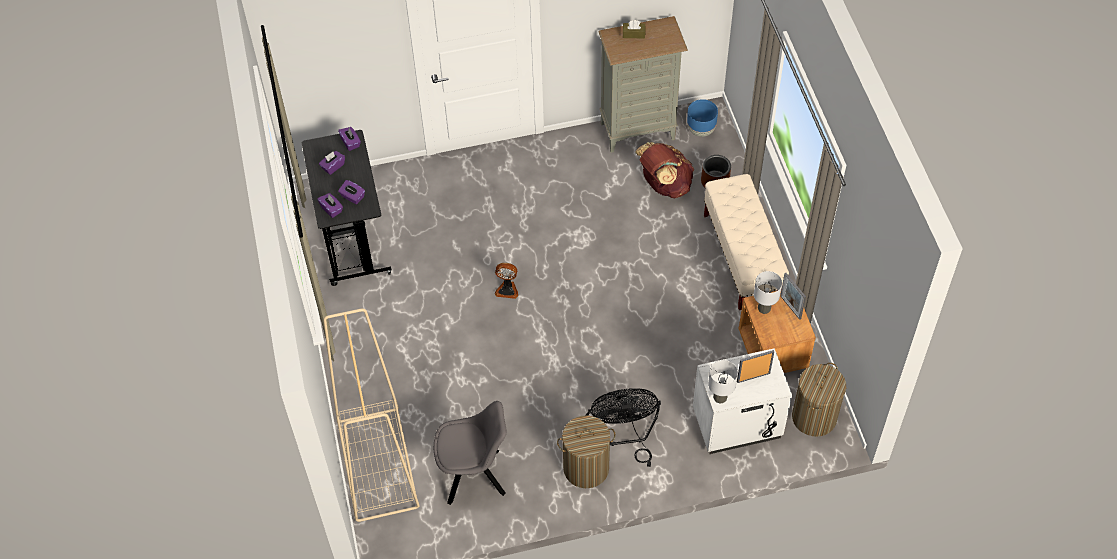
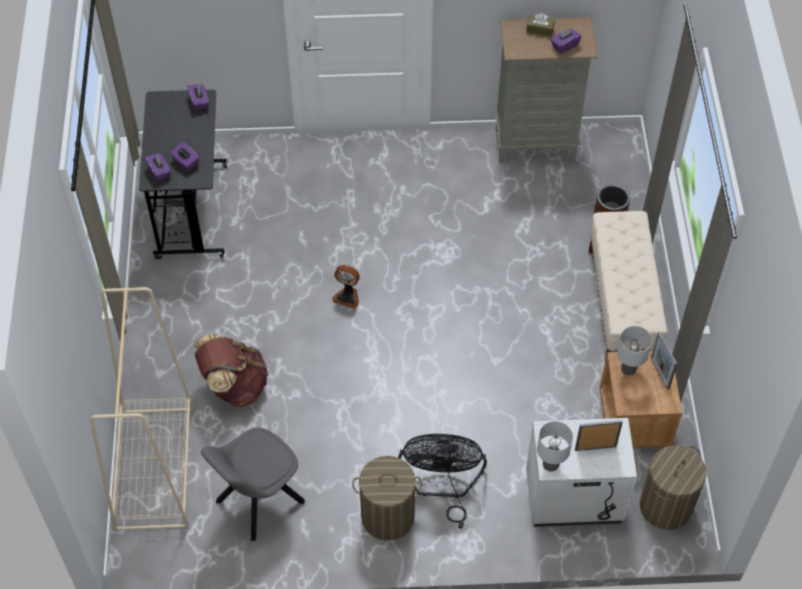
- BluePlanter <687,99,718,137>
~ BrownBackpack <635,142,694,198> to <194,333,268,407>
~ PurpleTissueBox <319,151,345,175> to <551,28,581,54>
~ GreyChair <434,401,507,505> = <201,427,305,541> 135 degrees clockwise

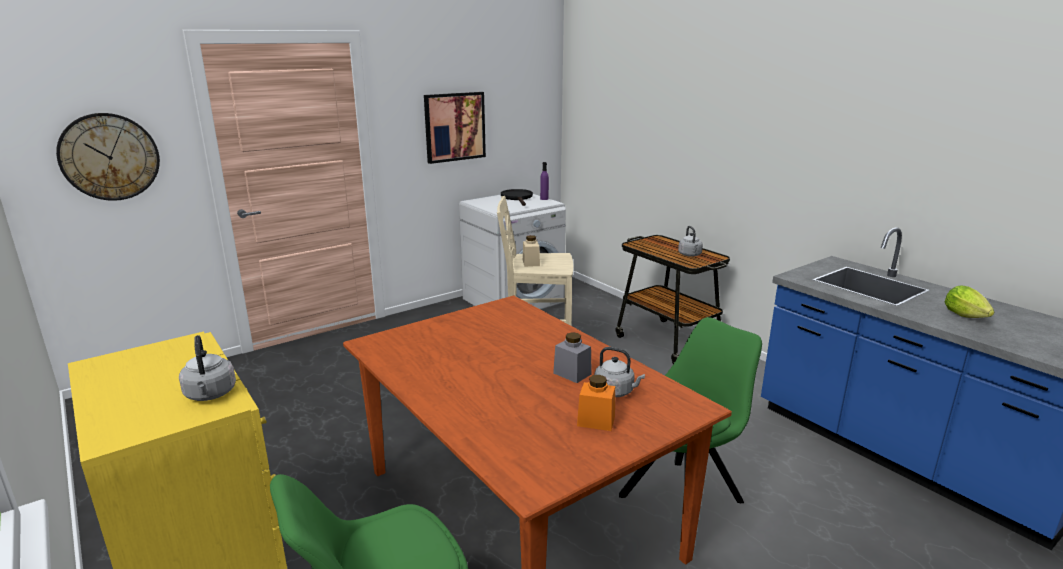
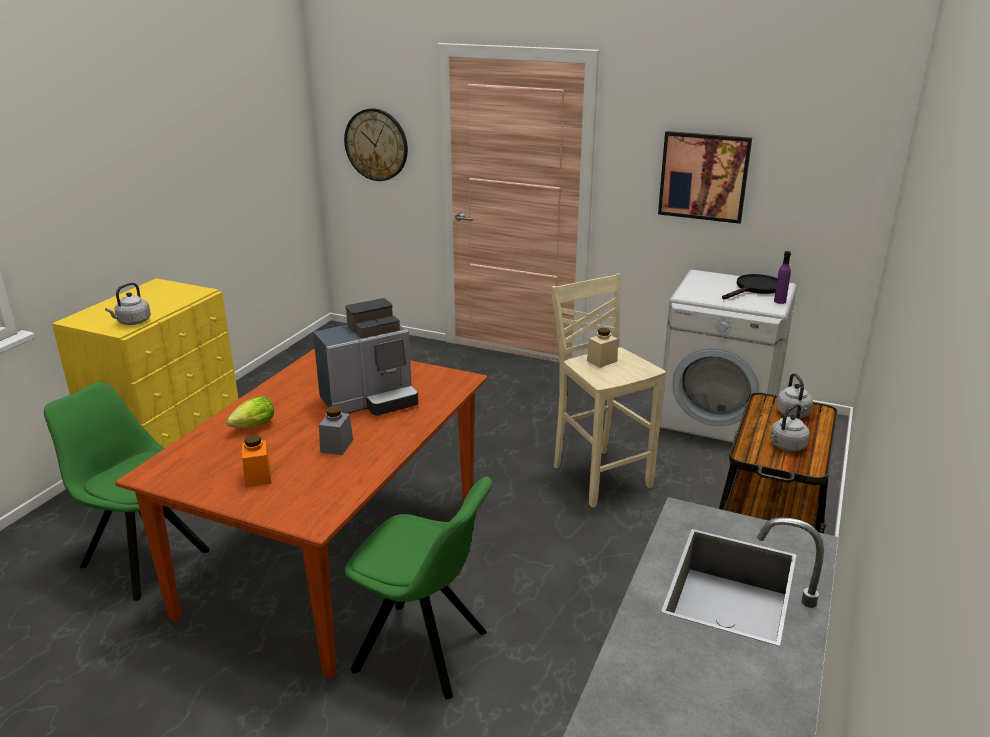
~ Lettuce <945,285,995,318> to <226,396,274,428>
~ GreyKettle <594,347,645,397> to <776,373,813,418>
+ CoffeeMachine <313,298,419,416>

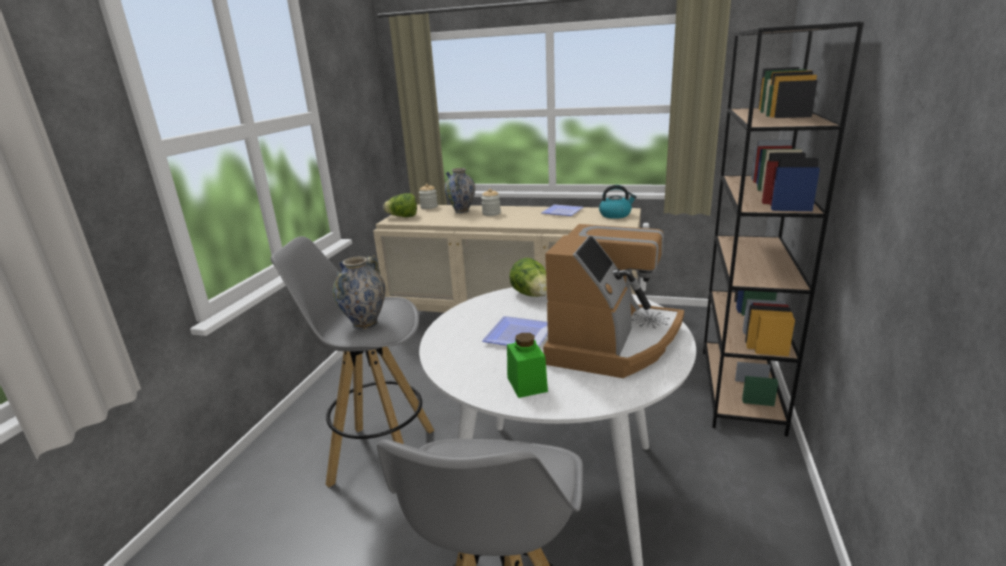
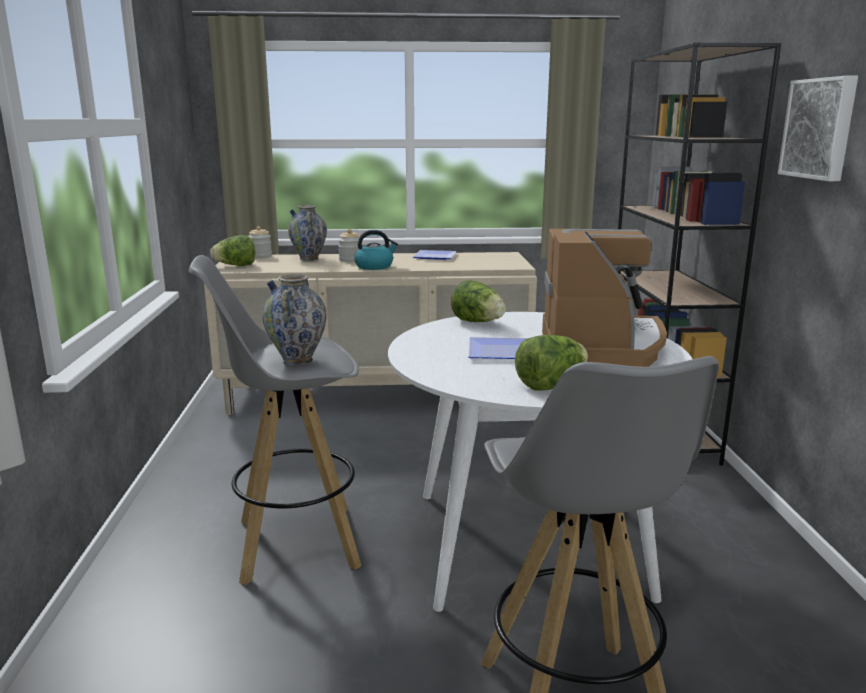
~ Kettle <599,185,637,219> to <354,230,398,270>
~ GreenJar <507,333,548,398> to Lettuce <515,335,588,391>
+ Picture <778,76,858,181>

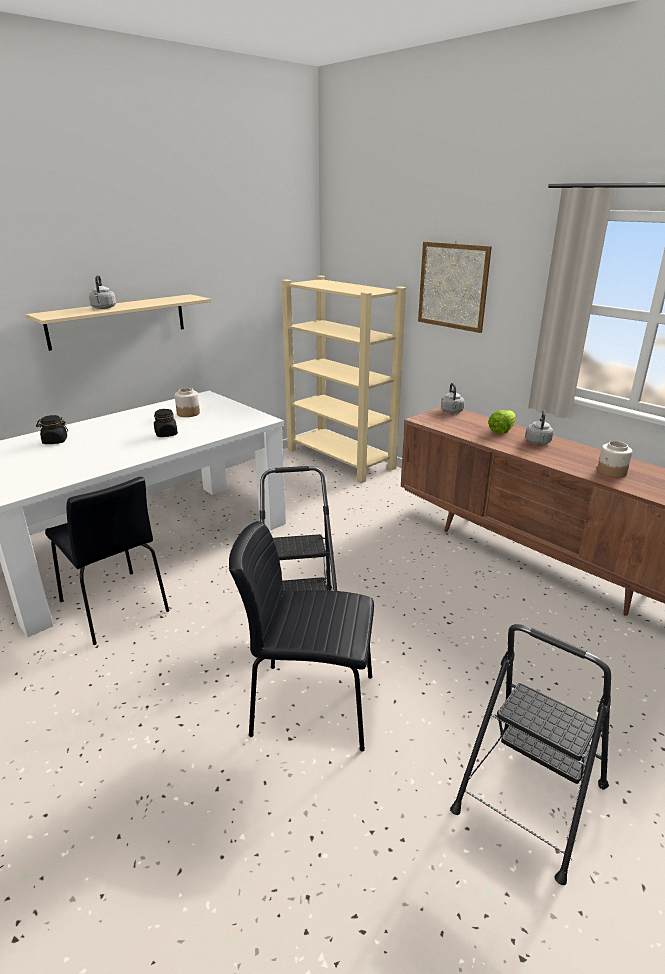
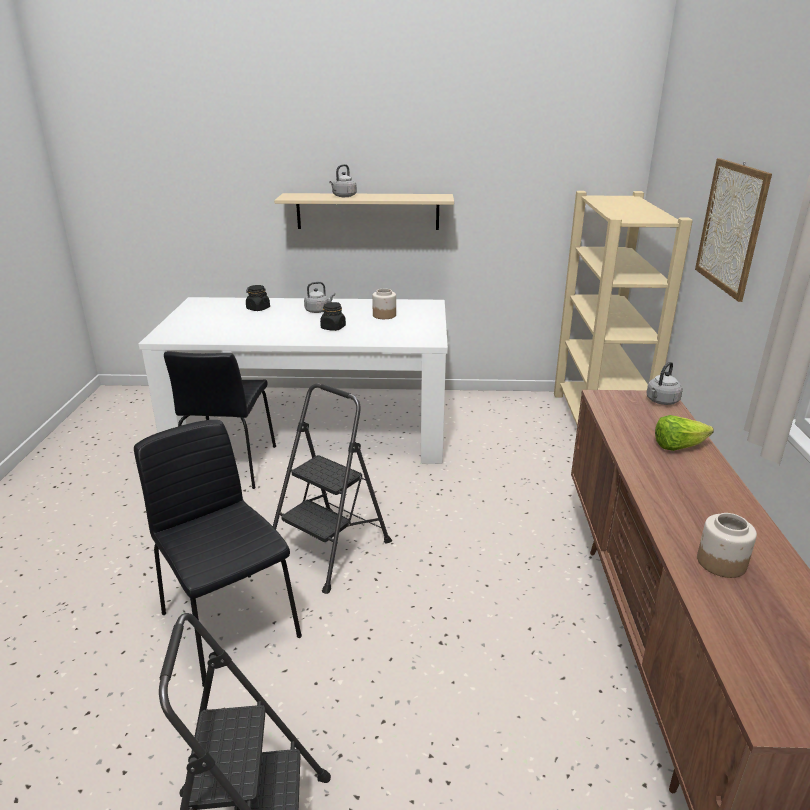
~ GreyKettle <525,410,554,445> to <304,282,335,313>

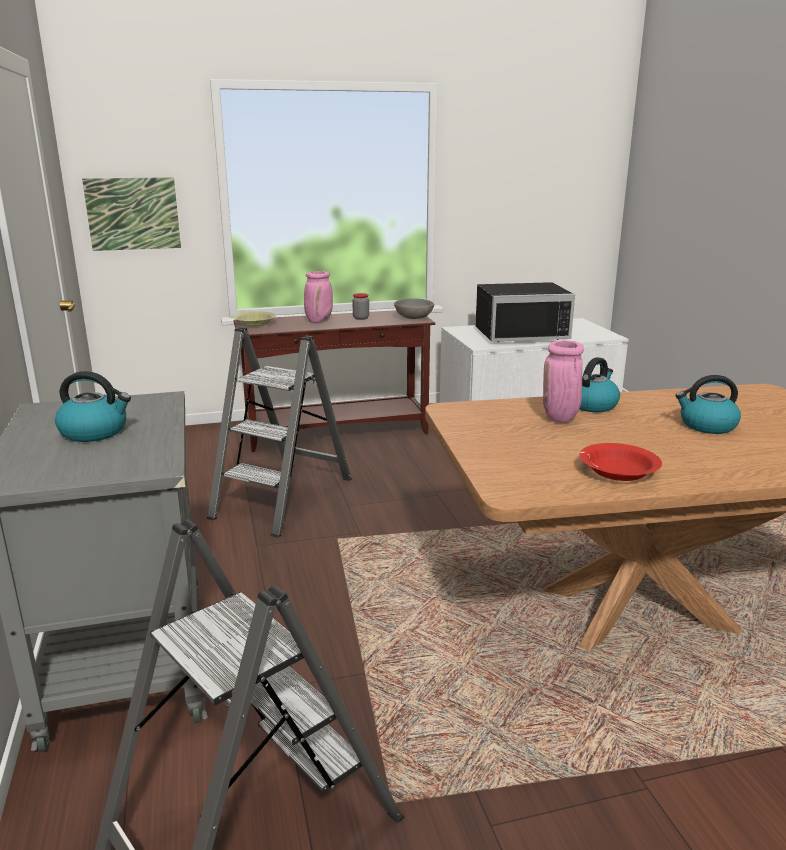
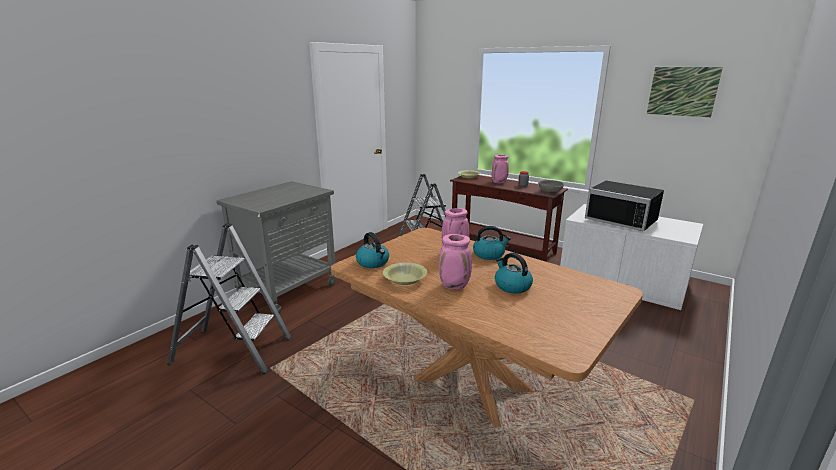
~ Picture <82,177,181,251> to <647,67,723,117>
~ Kettle <55,371,131,442> to <356,232,389,268>
~ RedBowl <579,443,662,481> to YellowBowl <383,263,427,285>
+ PinkVase <439,234,472,289>

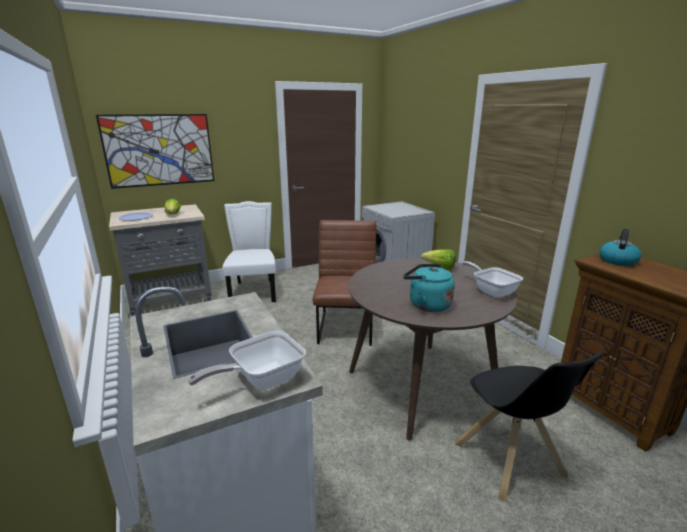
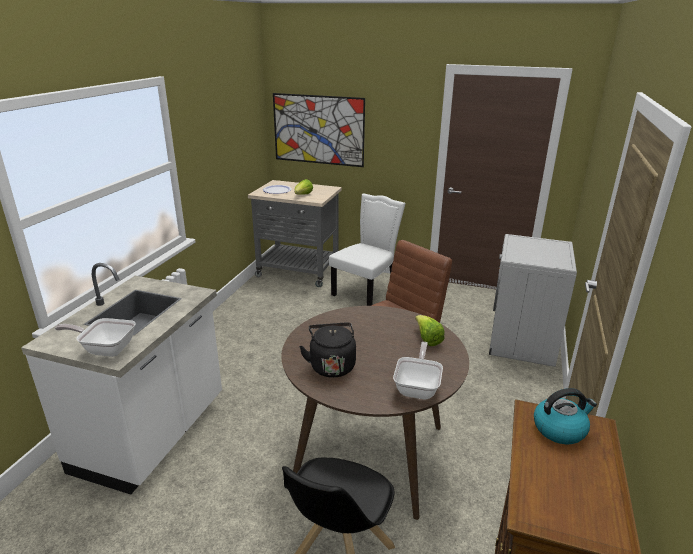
~ TurquoiseKettle <403,264,455,312> to BlackKettle <299,322,356,378>

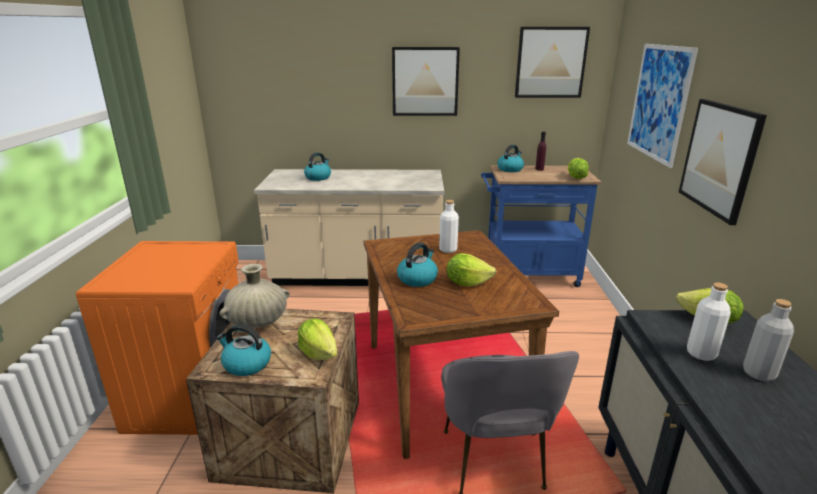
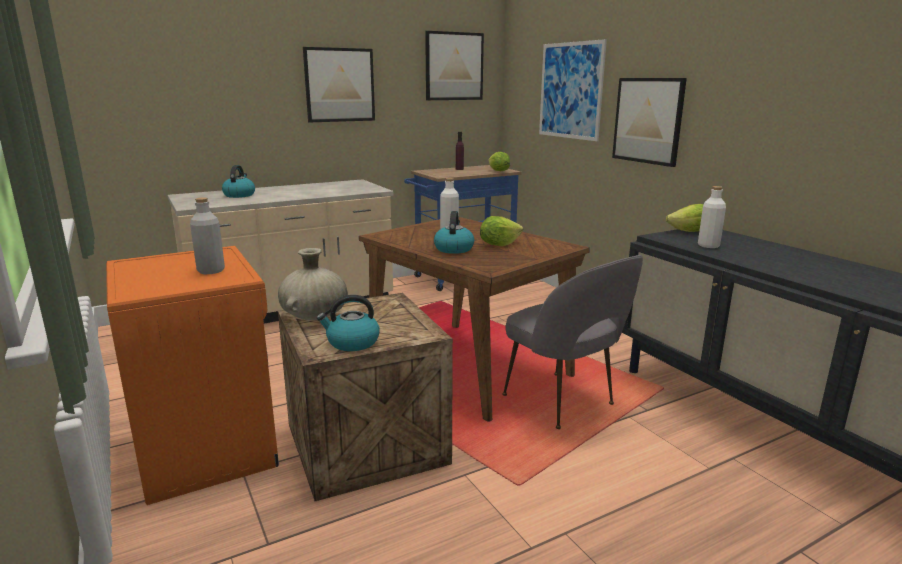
- Kettle <497,144,524,172>
~ GreyBottle <743,299,794,381> to <190,197,225,274>
- Lettuce <298,318,337,360>

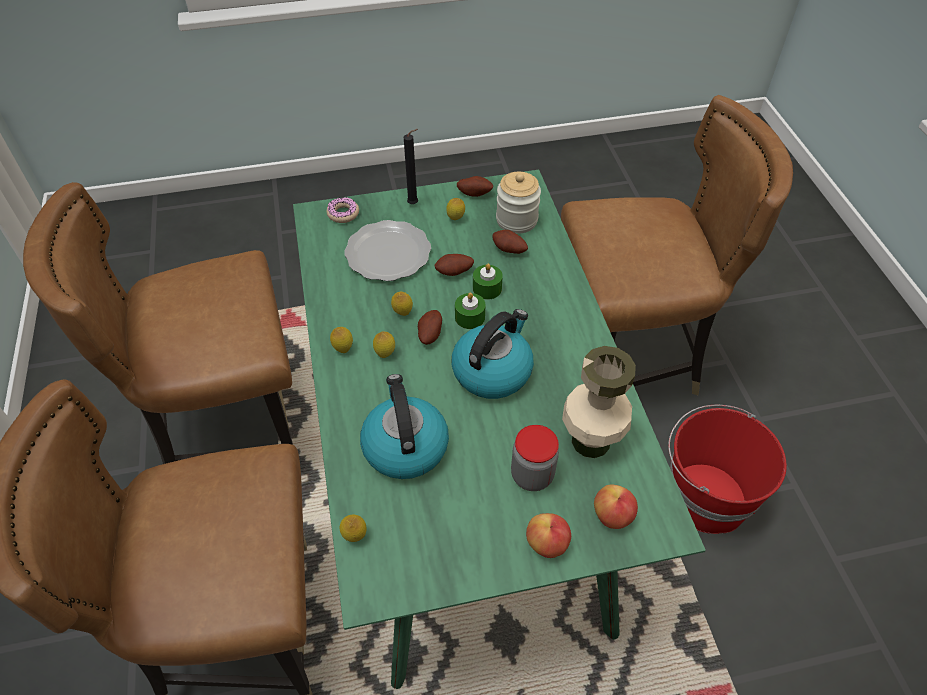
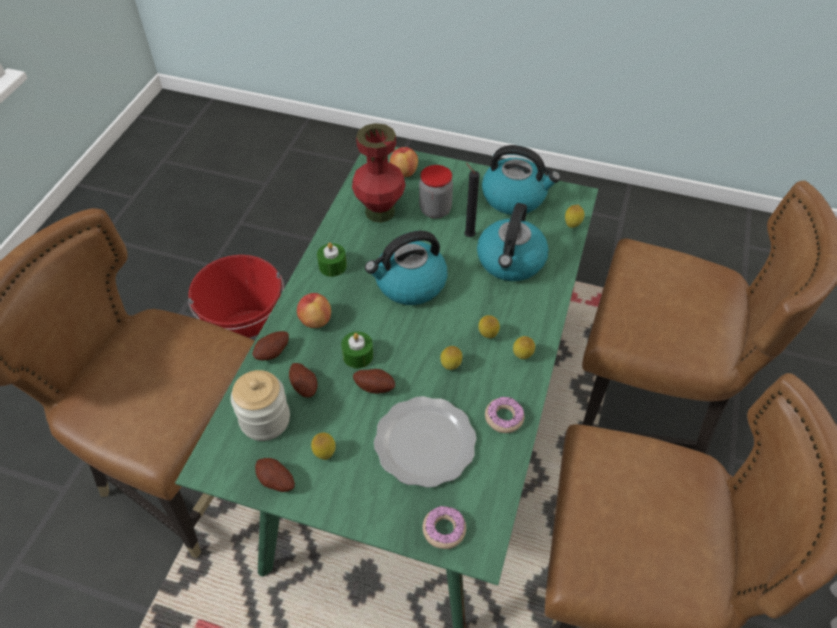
~ BlackCandle <404,129,418,204> to <464,163,479,237>
~ GreenCandle <455,293,486,329> to <317,242,347,277>
~ Potato <418,310,442,345> to <253,331,289,360>
~ BeigeVase <562,346,636,458> to RedVase <352,123,406,223>
~ Apple <526,513,571,558> to <297,293,331,328>
+ Kettle <482,145,561,215>
+ Donut <485,396,525,433>

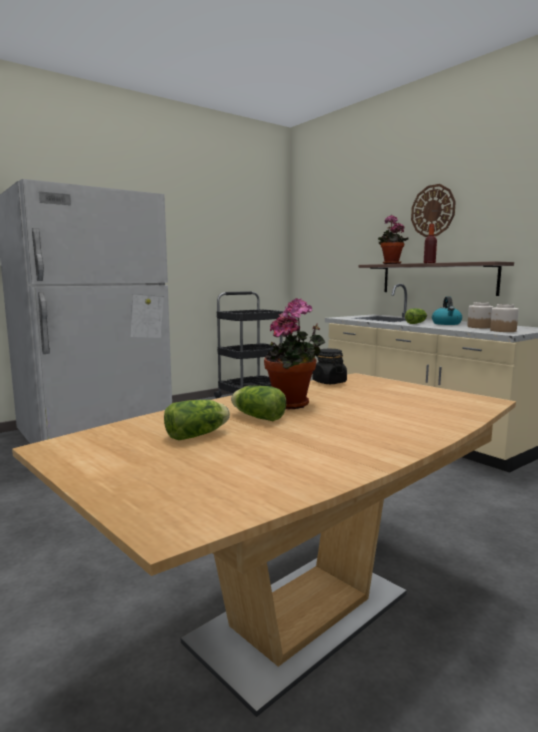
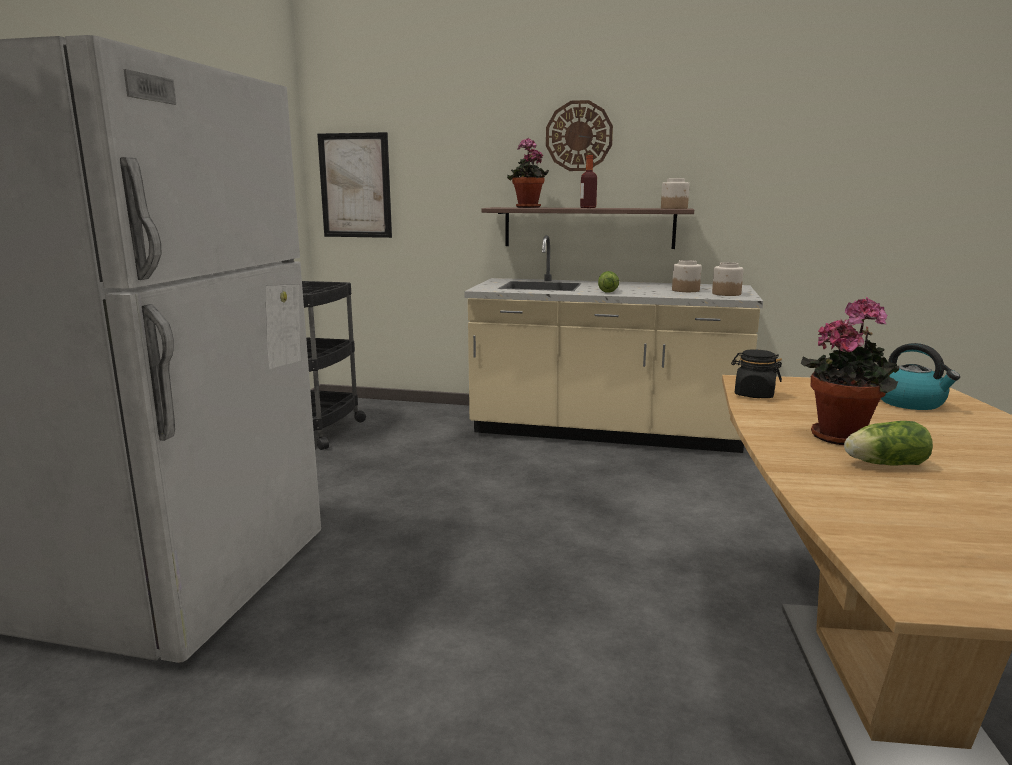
~ Kettle <432,296,462,325> to <881,343,960,410>
- Lettuce <164,400,230,441>
+ Picture <317,132,392,238>
+ Jar <661,178,689,209>

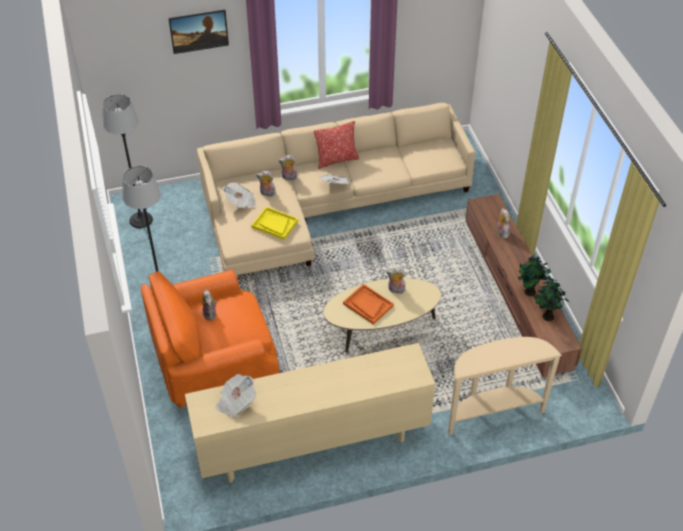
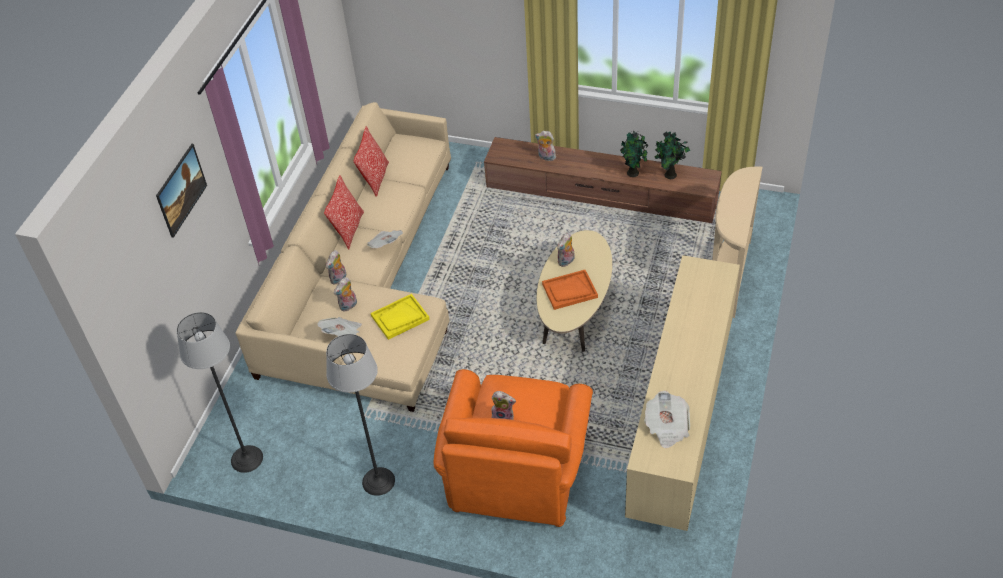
+ Pillow <354,126,389,196>

